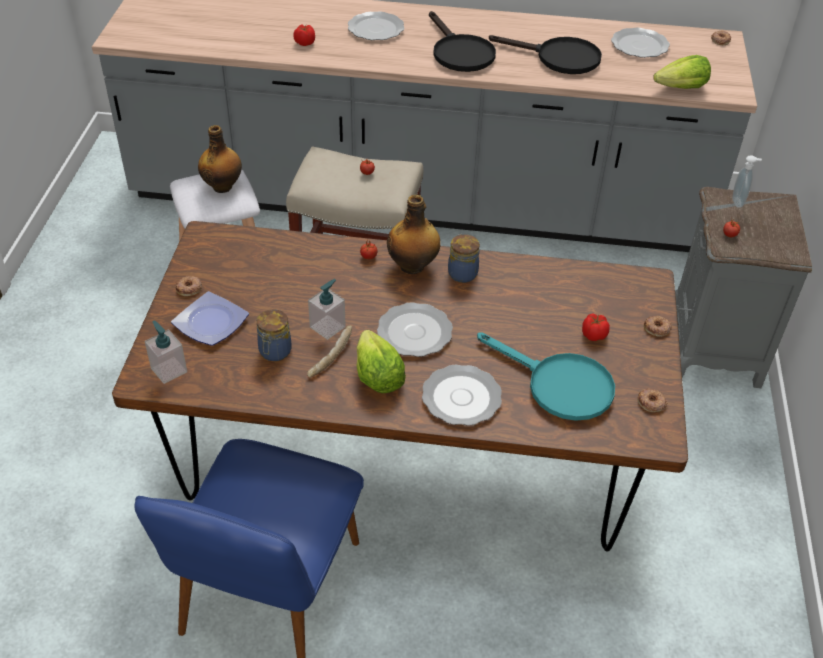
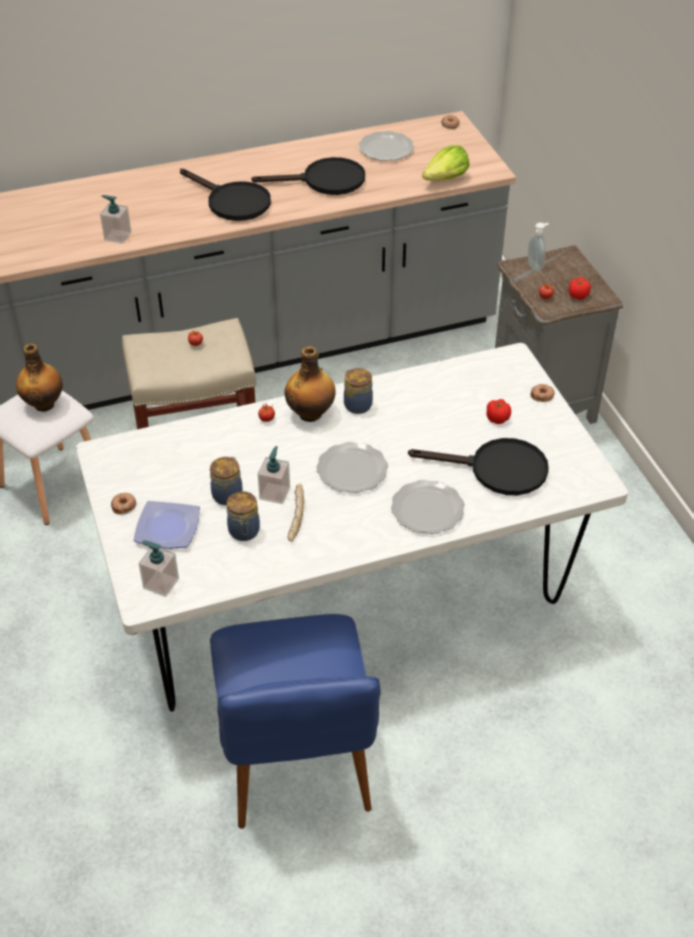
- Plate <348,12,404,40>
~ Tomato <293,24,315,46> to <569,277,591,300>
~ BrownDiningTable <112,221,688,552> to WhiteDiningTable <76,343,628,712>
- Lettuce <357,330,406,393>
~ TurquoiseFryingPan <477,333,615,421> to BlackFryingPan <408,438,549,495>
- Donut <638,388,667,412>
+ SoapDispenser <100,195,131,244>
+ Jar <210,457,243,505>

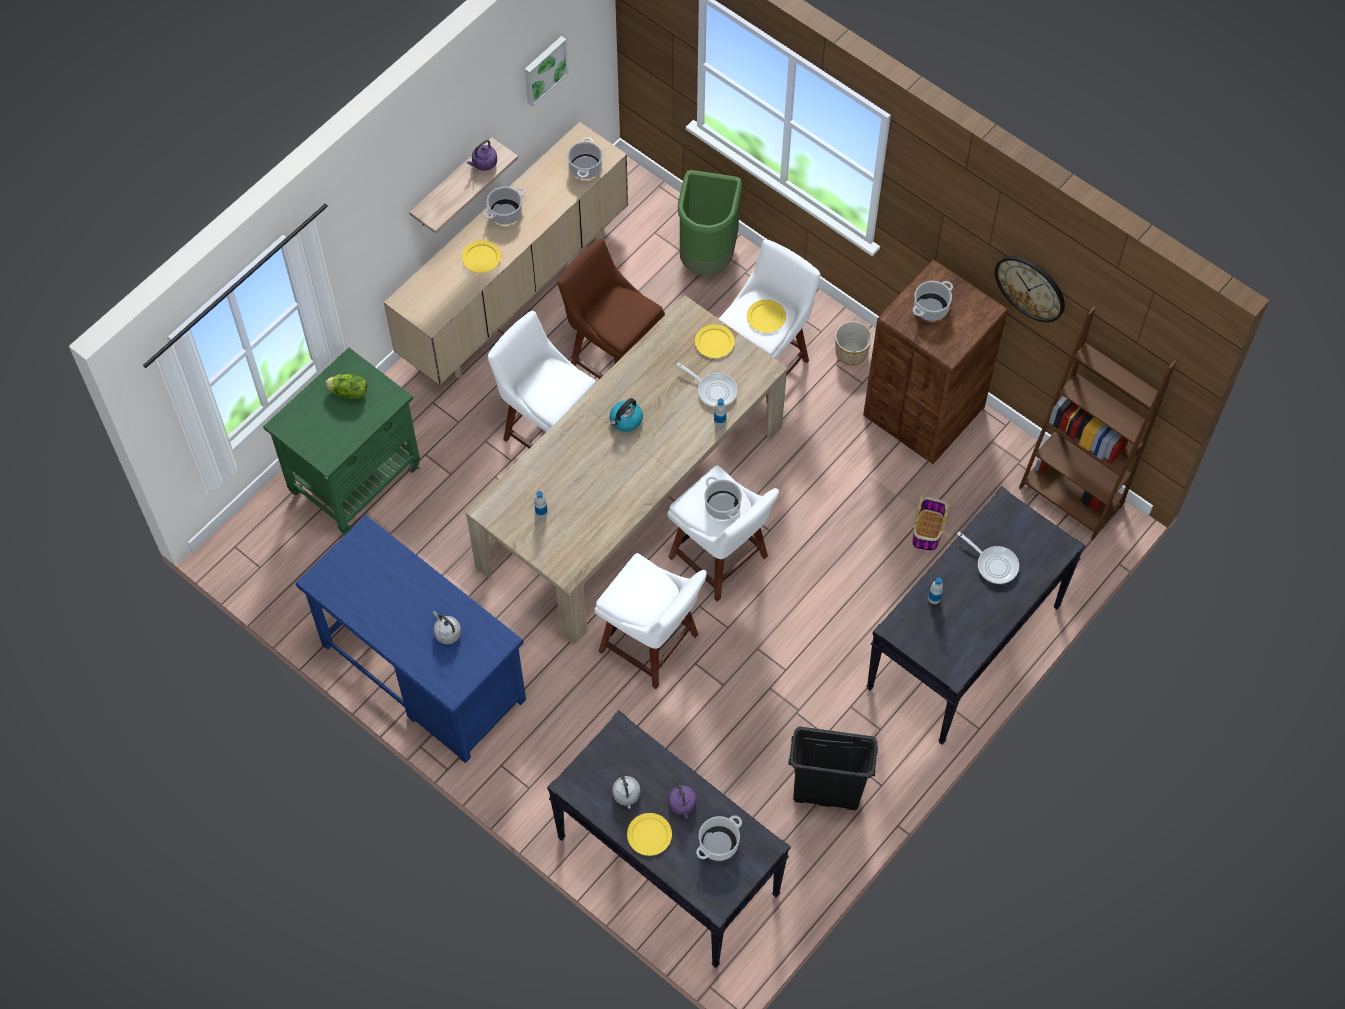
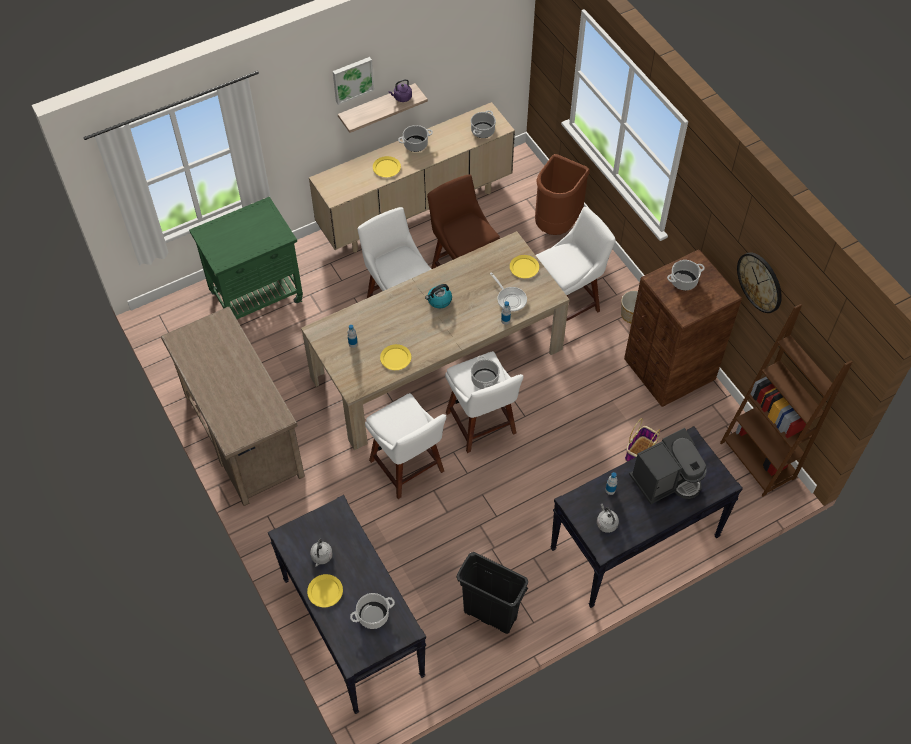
~ Picture <525,36,569,107> to <333,57,374,105>
~ GreenTrashCan <678,170,742,276> to BrownTrashCan <535,154,590,235>
~ YellowPlate <747,299,786,333> to <380,344,411,370>
- Lettuce <325,374,367,399>
~ BlueDesk <296,515,526,763> to BrownDesk <161,306,305,506>
~ FryingPan <957,532,1019,584> to CoffeeMachine <629,428,707,505>
~ GreyKettle <433,611,461,644> to <597,503,619,533>
- PurpleKettle <668,784,697,818>

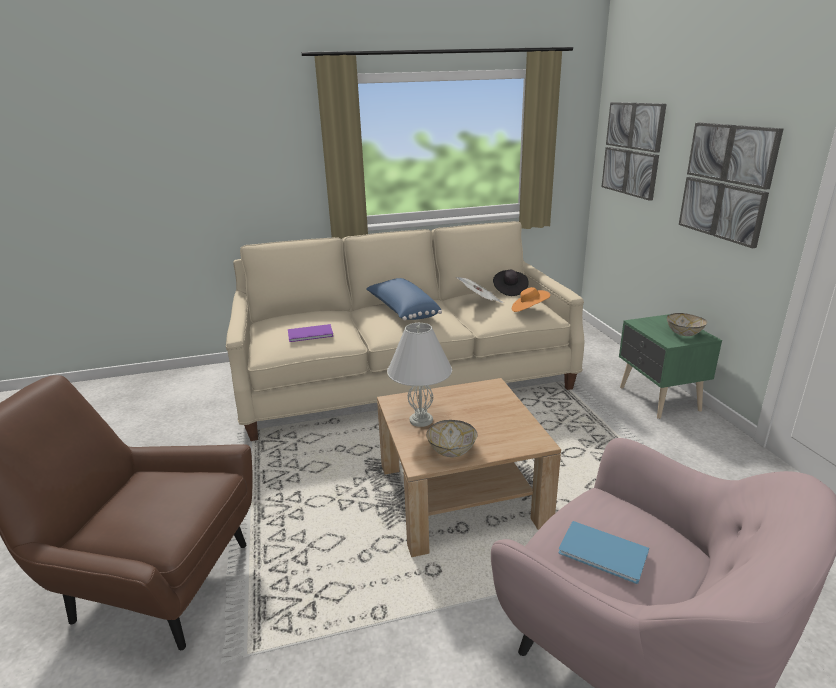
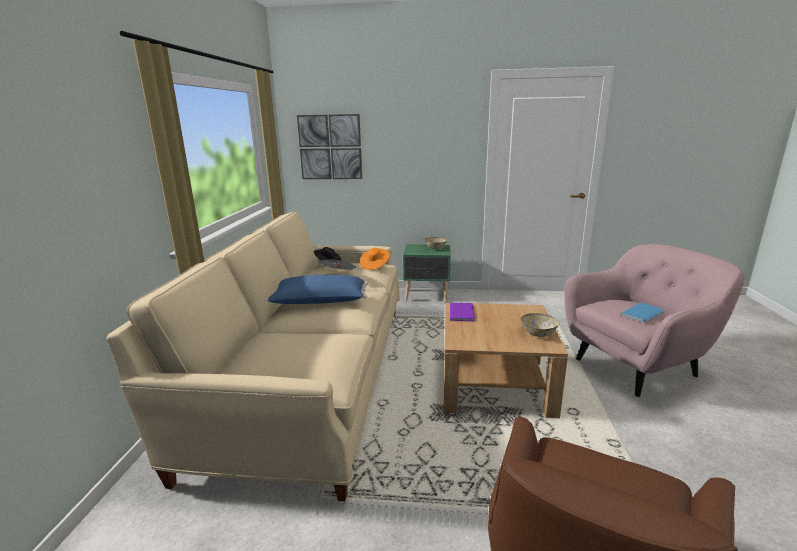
- Picture <679,123,783,248>
- WhiteTableLamp <387,323,452,427>
~ PurpleBook <288,324,333,342> to <450,303,475,321>

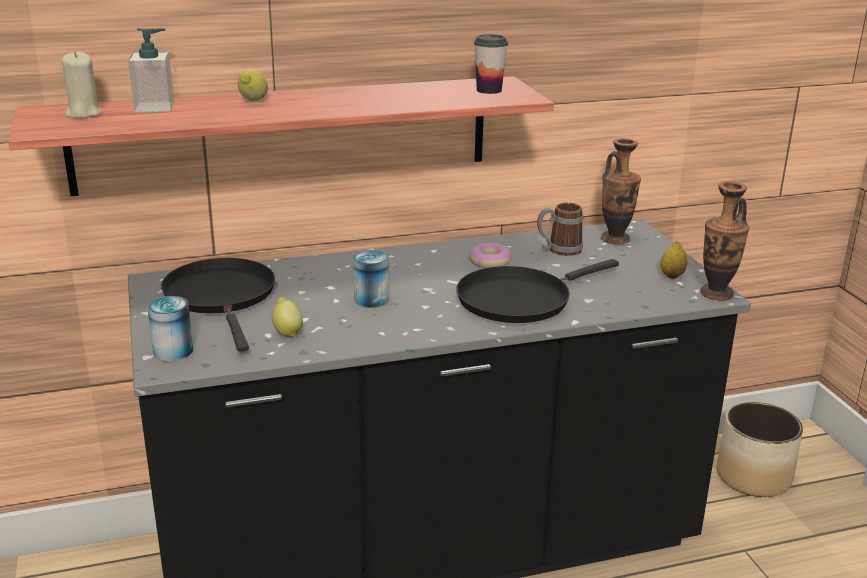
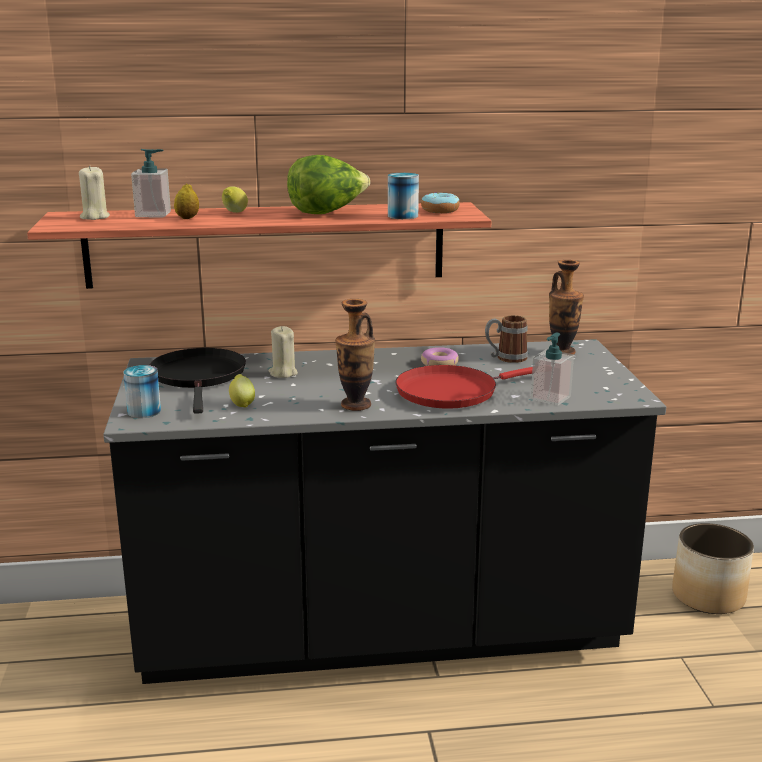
~ Cup <474,34,508,94> to Donut <421,192,460,213>
~ Vase <701,181,749,301> to <335,299,375,411>
~ Lemon <661,242,688,279> to <174,184,199,219>
~ Can <353,250,389,308> to <388,173,419,219>
~ BlackFryingPan <457,259,619,323> to RedFryingPan <396,365,533,409>
+ Lettuce <287,155,370,214>
+ BeigeCandle <268,326,298,378>
+ SoapDispenser <531,333,574,406>

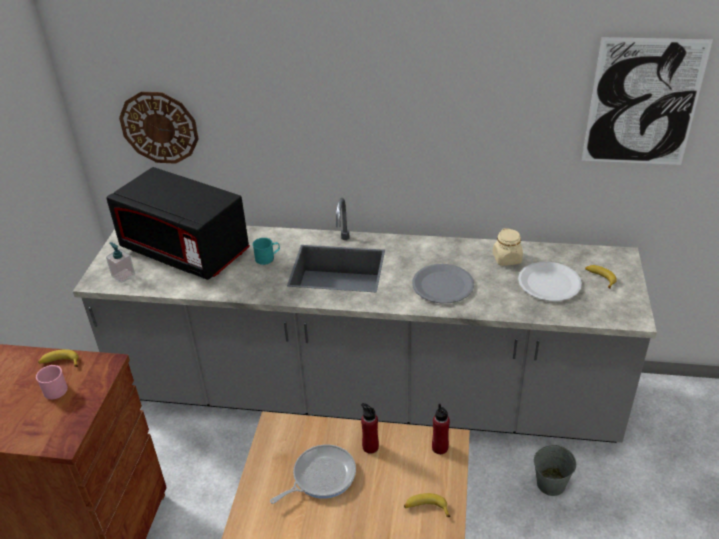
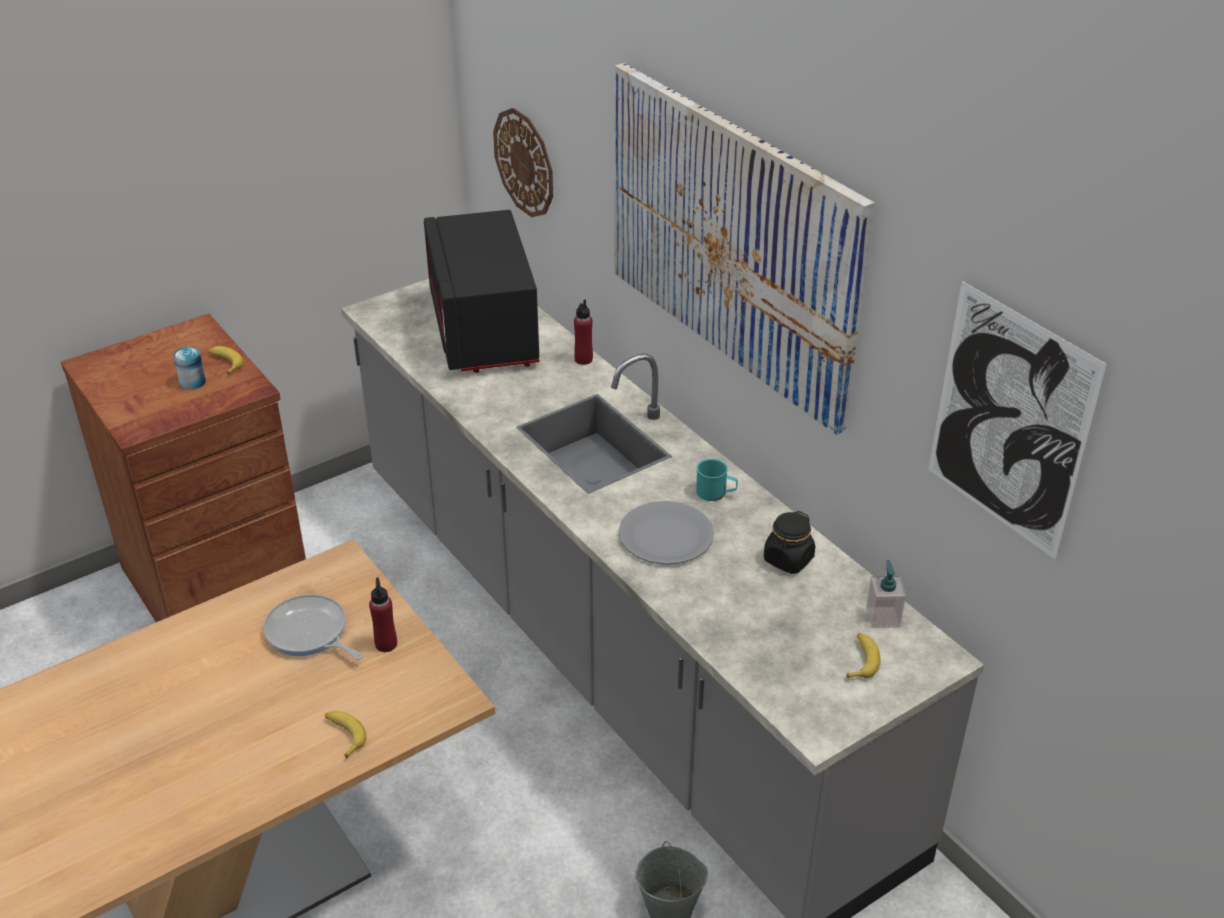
~ BeigeJar <493,228,523,266> to BlackJar <764,511,815,574>
~ TurquoiseMug <253,238,280,265> to <696,459,738,501>
~ SoapDispenser <106,242,135,283> to <866,560,906,628>
- WhitePlate <518,262,582,301>
~ PinkMug <36,365,68,399> to Can <173,347,206,390>
~ RedBottle <432,404,450,454> to <574,299,593,365>
~ FryingPan <270,445,356,504> = <263,594,363,660> 150 degrees counterclockwise
+ Picture <614,63,875,435>

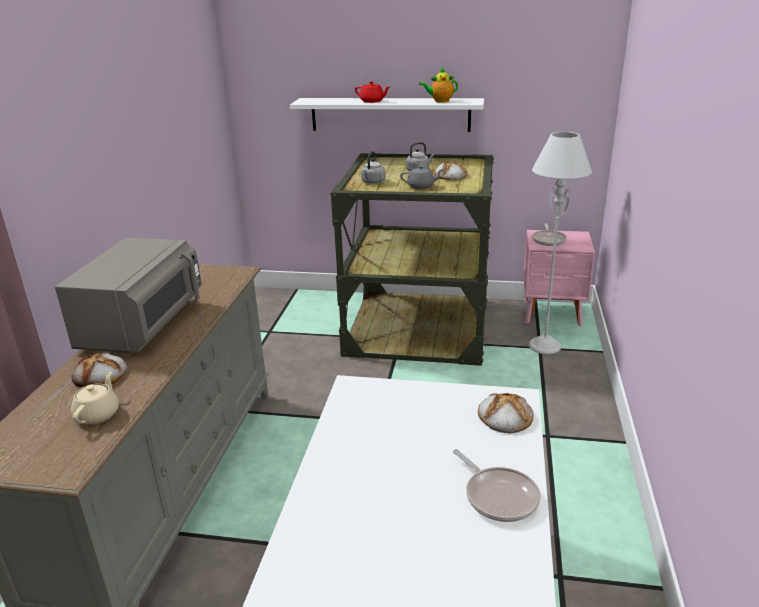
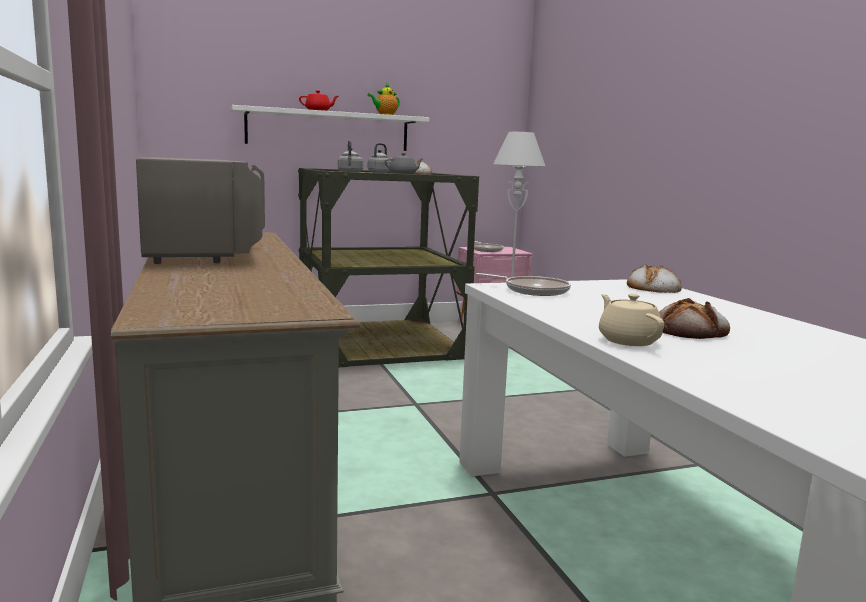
~ Bread <71,352,127,387> to <659,298,730,339>
~ BeigeTeapot <71,372,119,424> to <599,294,664,346>
~ FryingPan <453,449,541,522> to <476,273,571,296>

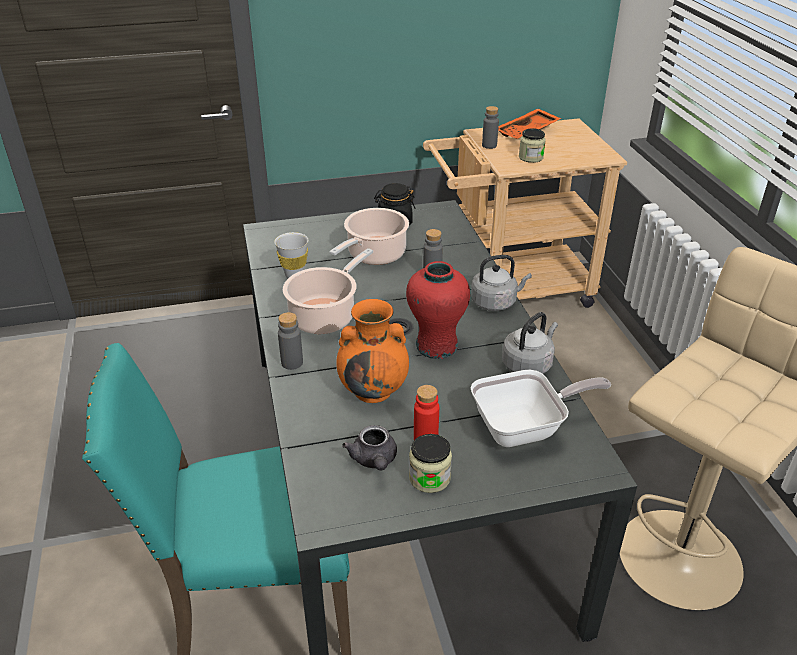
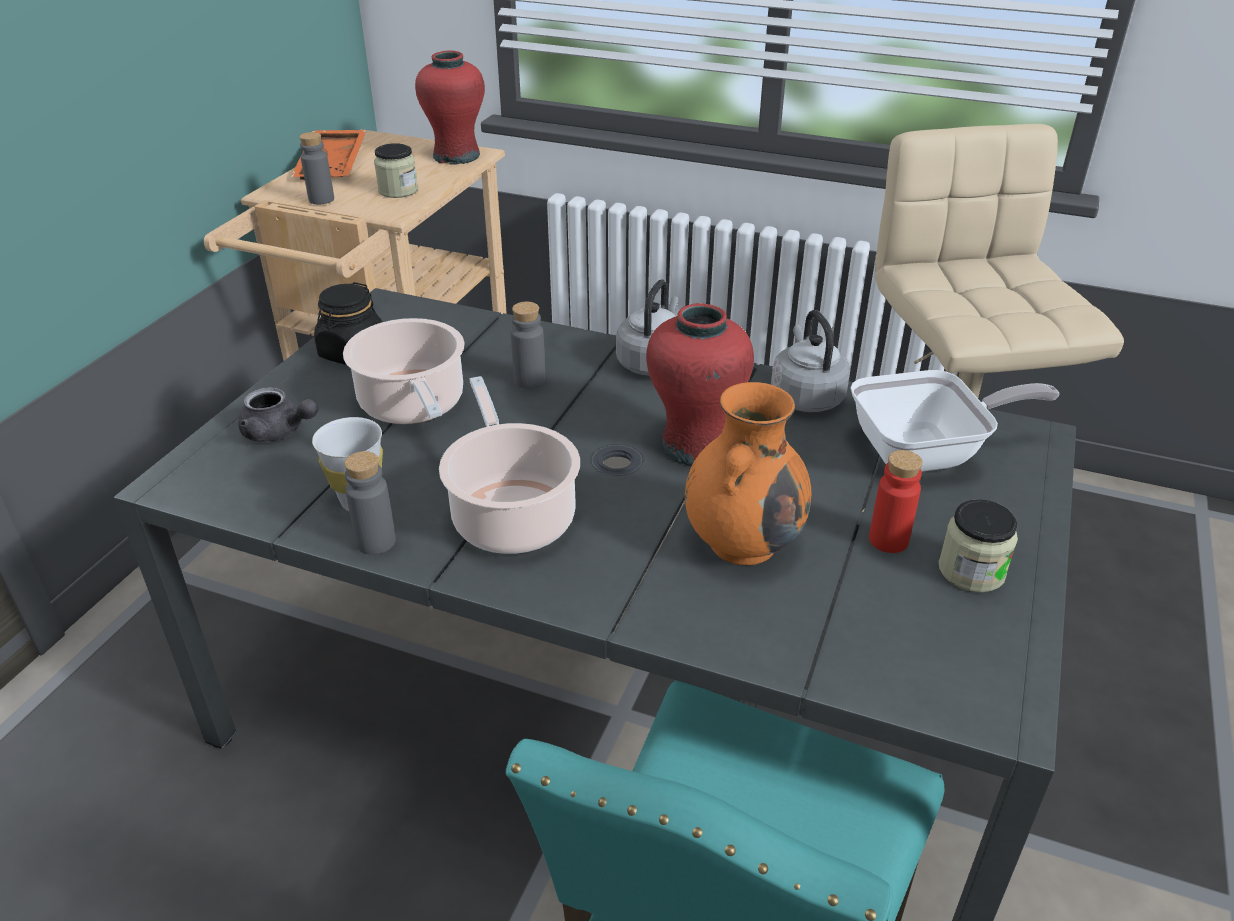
~ GreyBottle <278,312,303,370> to <344,451,396,555>
~ FryingPan <471,370,611,447> = <851,370,1060,472> 60 degrees clockwise
~ GreyTeapot <342,425,397,470> to <238,387,319,442>
+ RedVase <415,51,485,165>

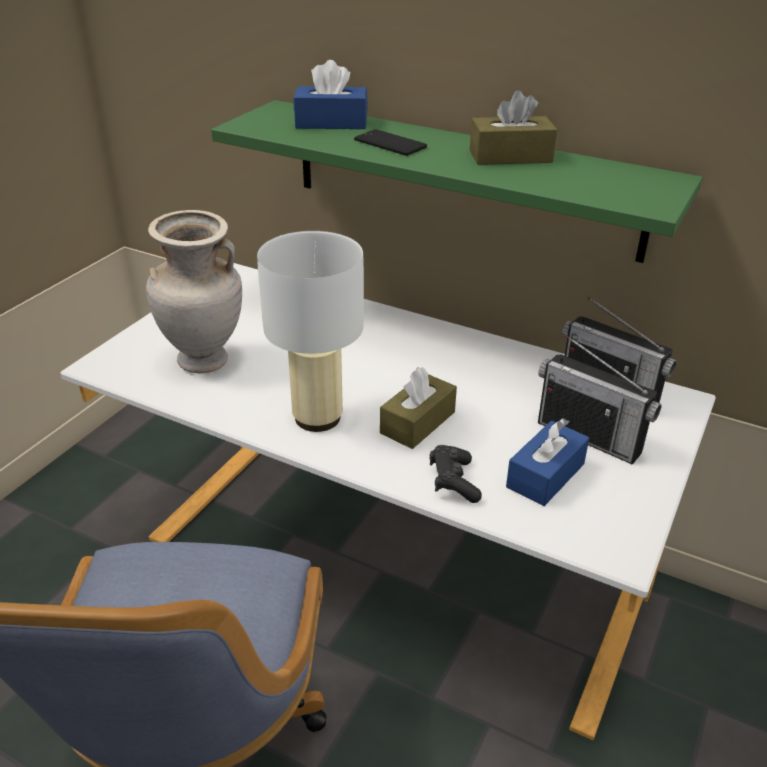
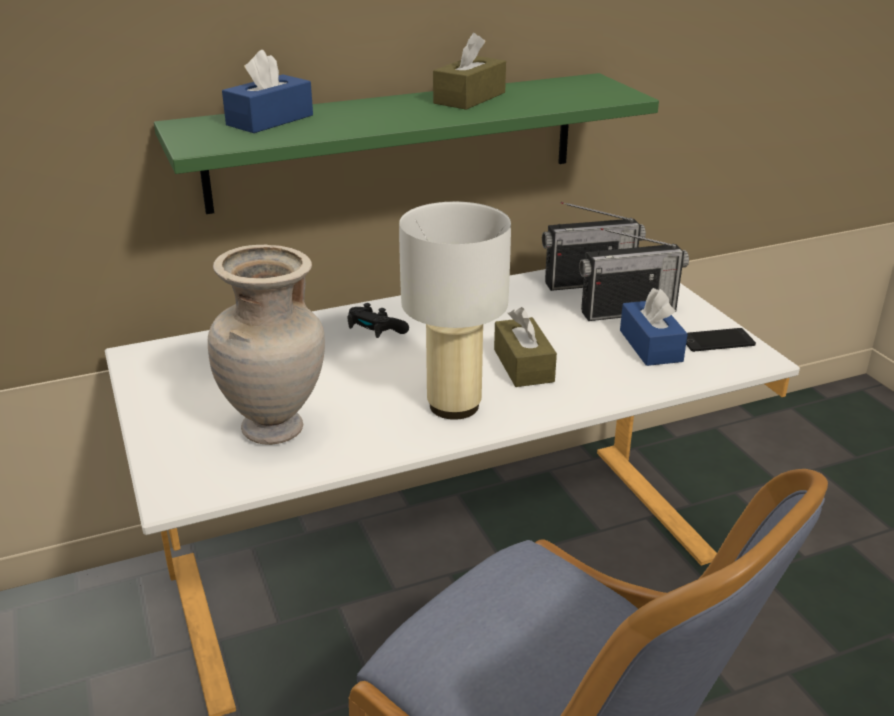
~ Phone <354,129,427,156> to <686,328,756,352>
~ BlackGameController <429,445,482,503> to <347,303,409,338>

